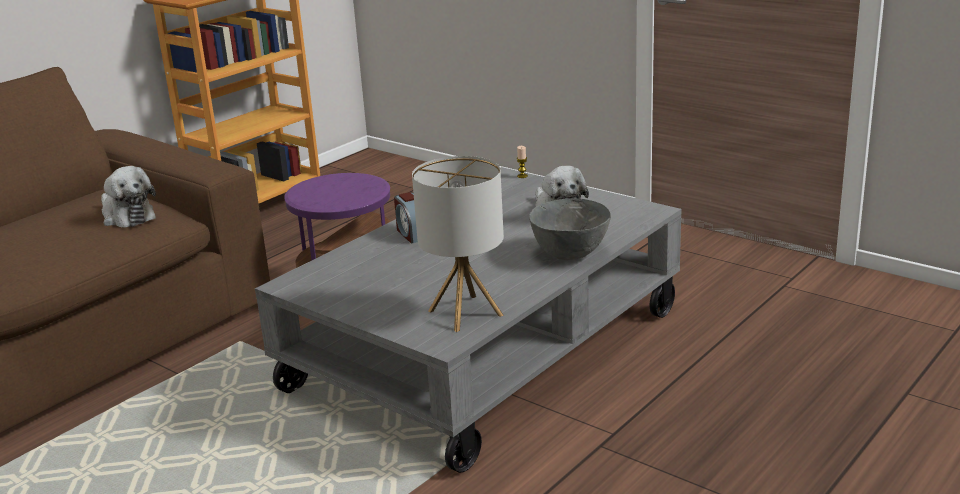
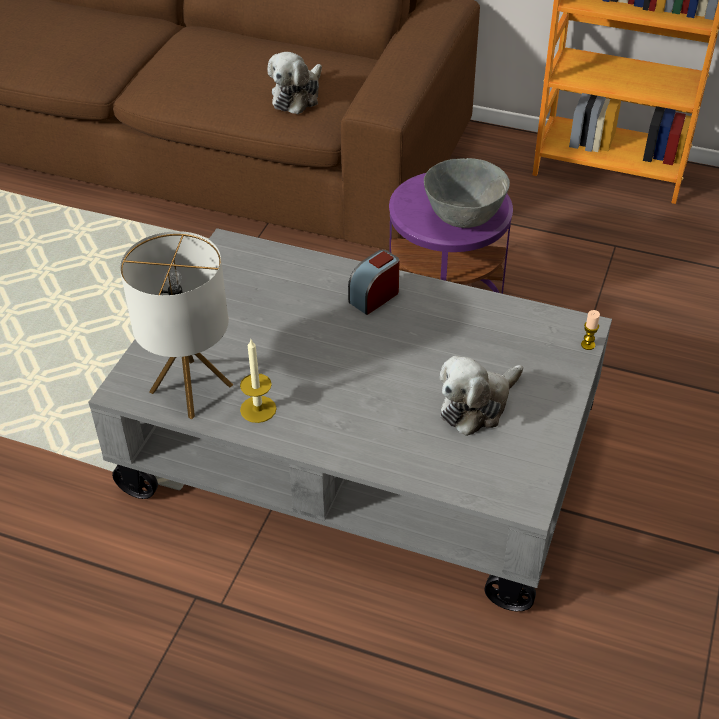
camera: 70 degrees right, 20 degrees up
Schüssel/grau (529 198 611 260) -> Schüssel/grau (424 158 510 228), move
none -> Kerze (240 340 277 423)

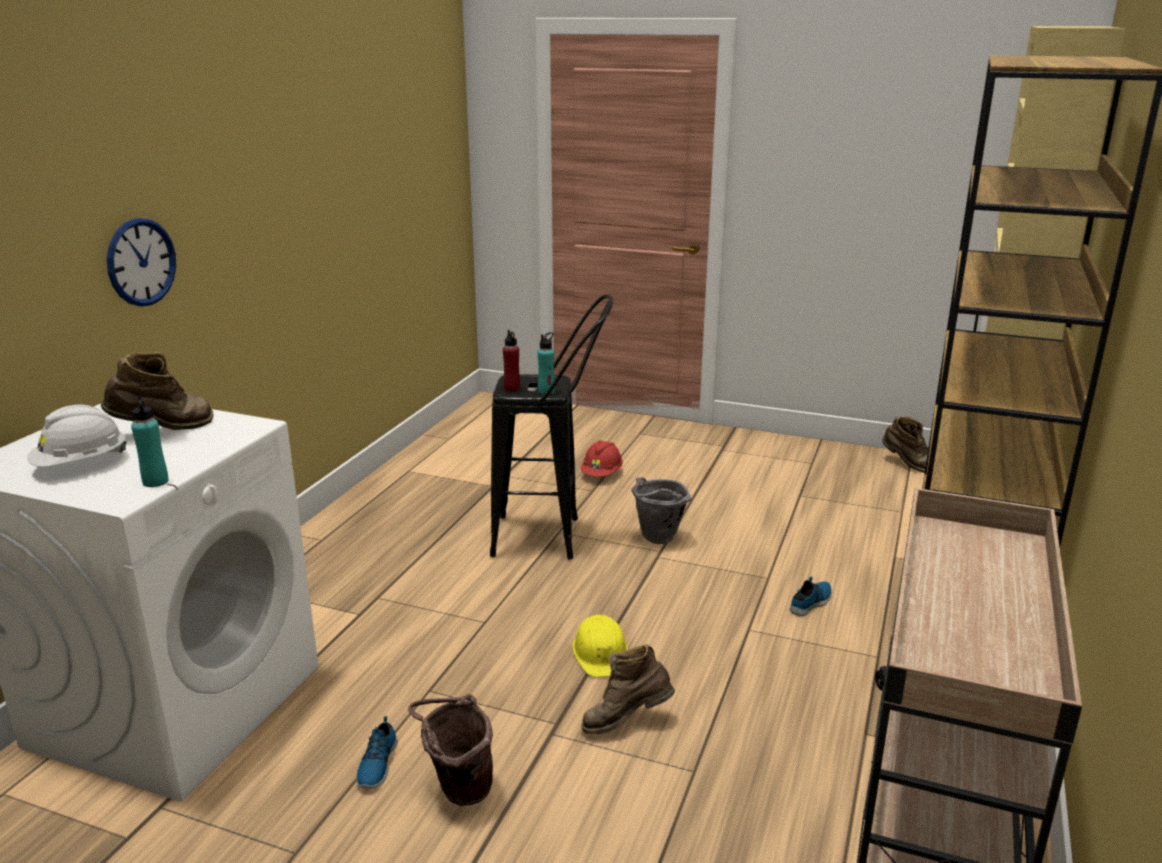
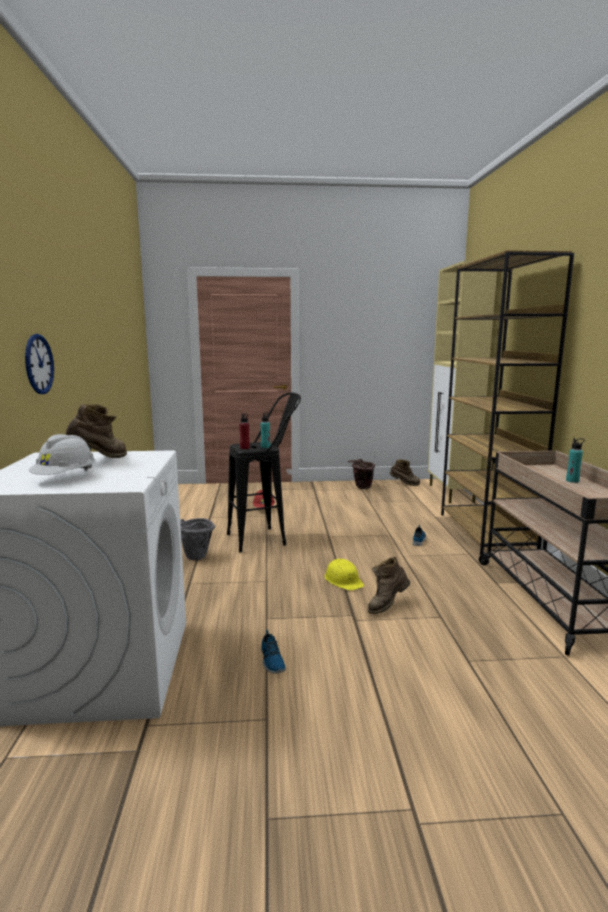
camera: 25 degrees left, 10 degrees down
Flasche/türkis (131 396 169 487) -> Flasche/türkis (566 438 585 483), move
Eimer/grau (631 477 691 544) -> Eimer/grau (180 518 215 560), move
Eimer/braun (408 694 493 806) -> Eimer/braun (348 459 375 489), move

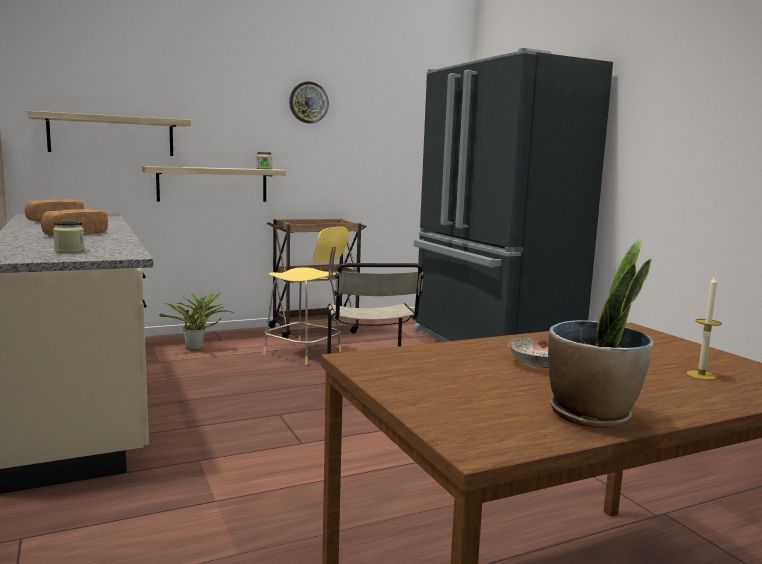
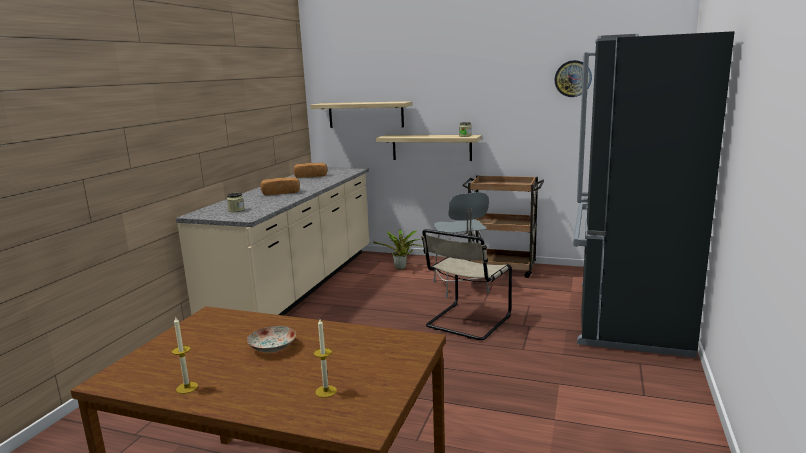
camera: 45 degrees right, 5 degrees up
Wanduhr (289 81 329 124) -> Wanduhr (555 60 592 97), move
Hocker/gelb (263 226 349 365) -> Hocker/grau (433 192 489 298)
Topfpflanze (548 238 653 429) -> Kerze (172 317 198 394)

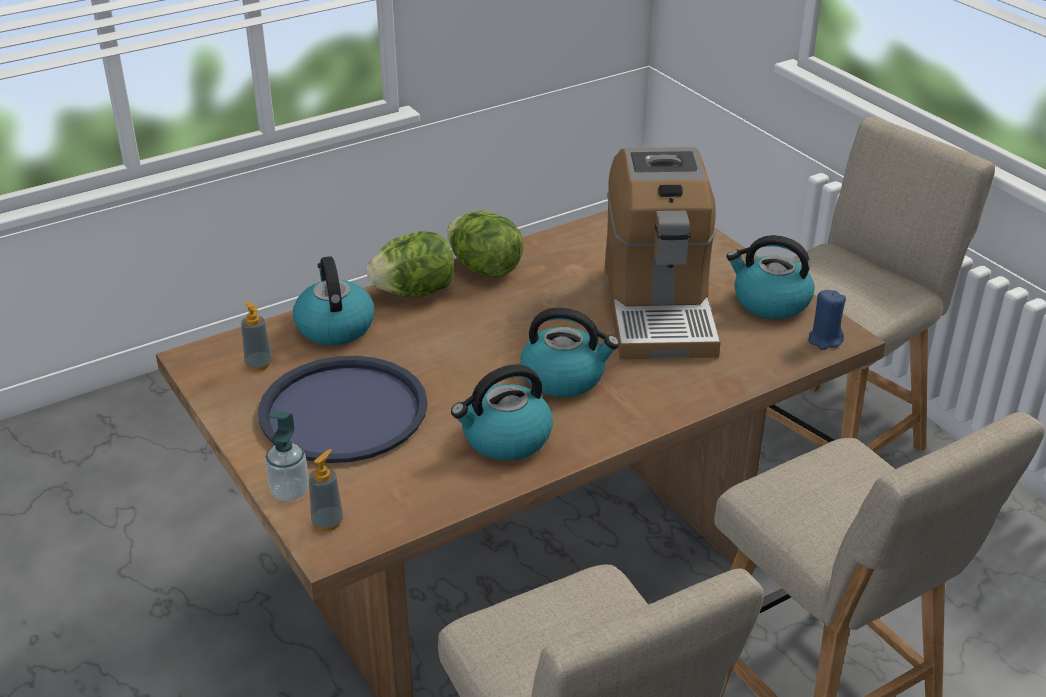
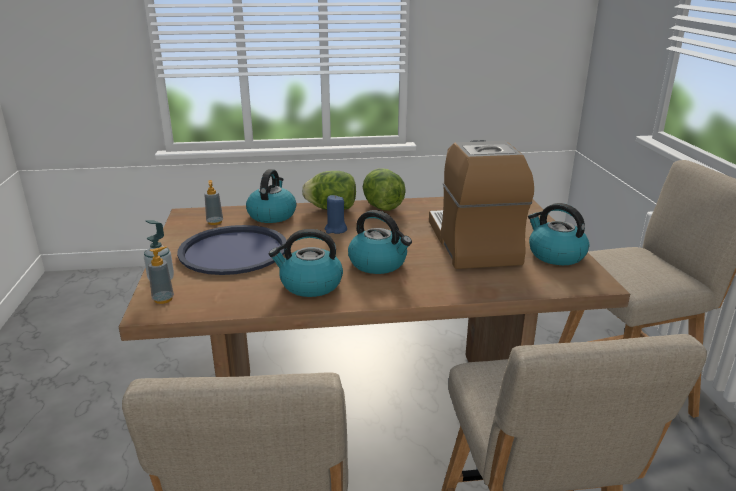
camera: 25 degrees right, 10 degrees down
Kaffeemaschine (605 147 721 359) -> Kaffeemaschine (429 140 534 269), 150 degrees clockwise
Kerze/blau (808 290 846 350) -> Kerze/blau (325 195 347 234), move

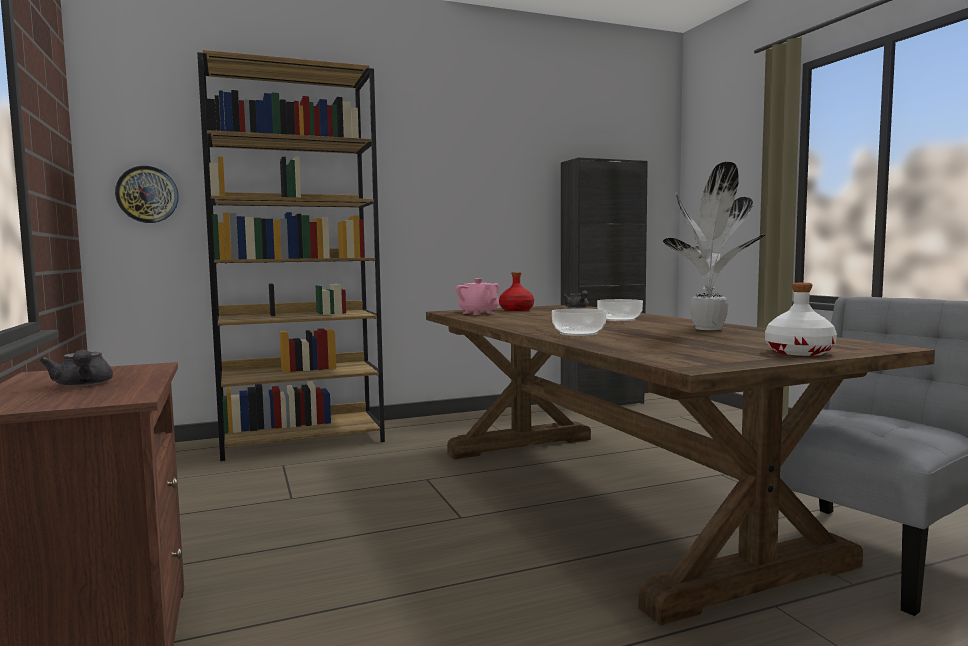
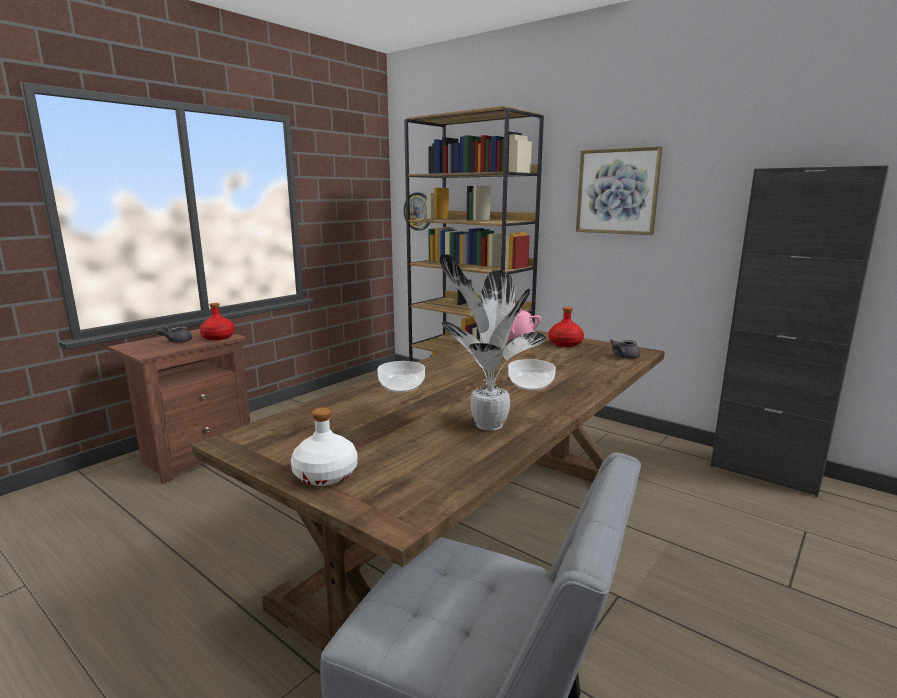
camera: 60 degrees right, 10 degrees up
none -> Bild (576 146 663 235)
none -> Flasche/rot (200 303 235 340)

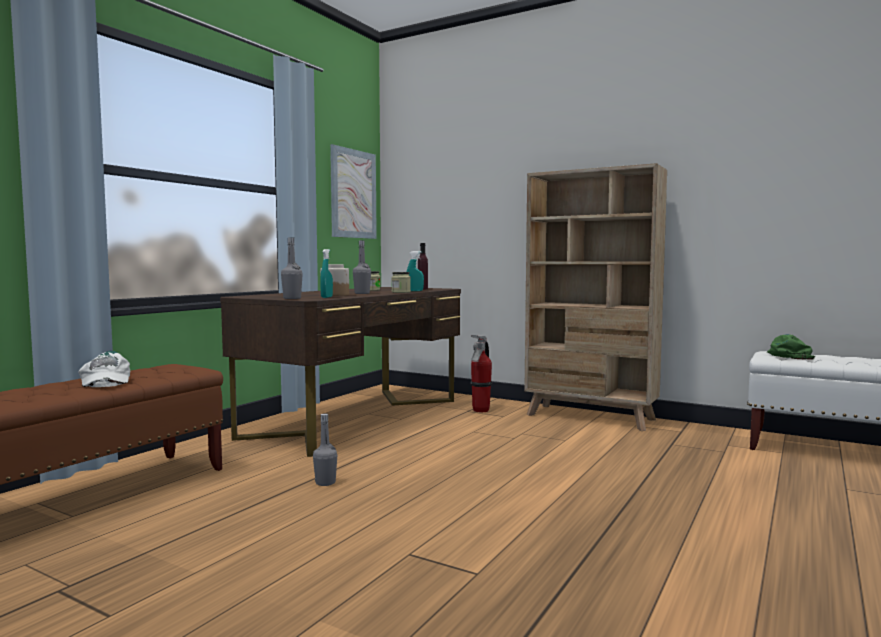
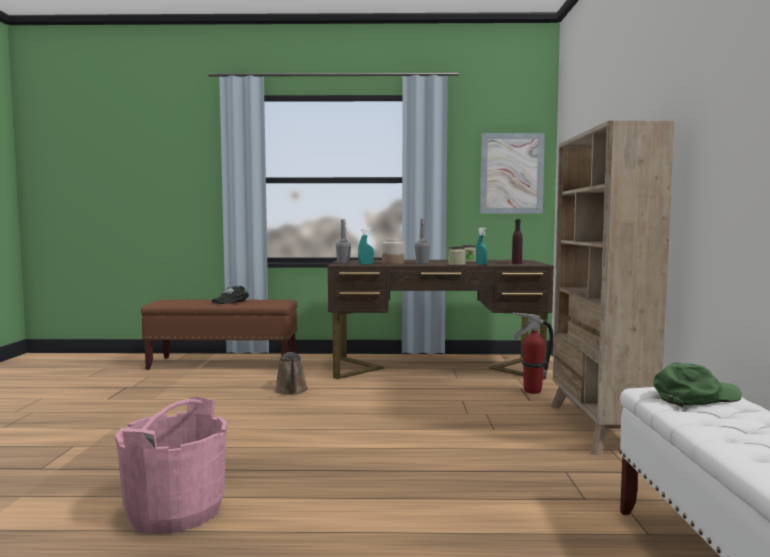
camera: 60 degrees right, 0 degrees up
Kappe/weiß (78 351 130 387) -> Kappe/schwarz (212 286 249 304)
Flasche/grau (313 414 337 486) -> Gießkanne/braun (275 352 308 395)
none -> Eimer/rosa (115 397 227 534)

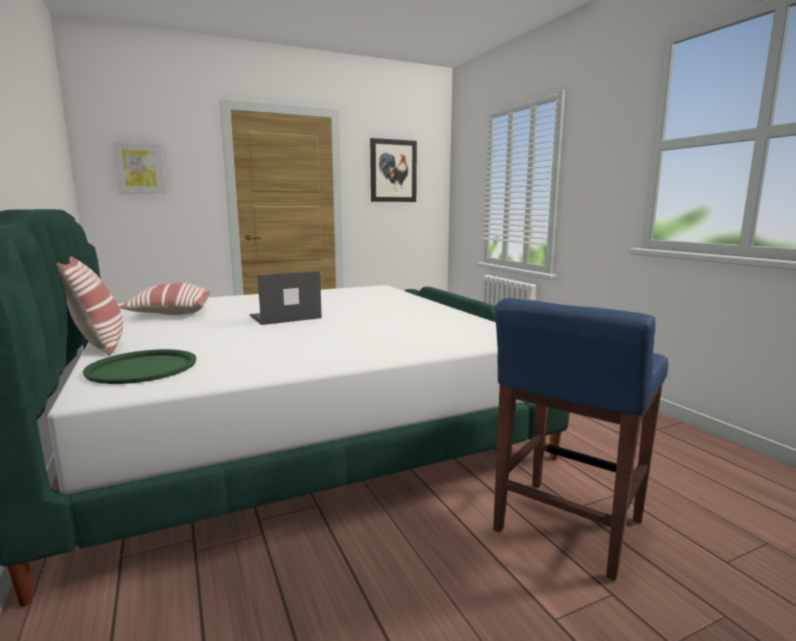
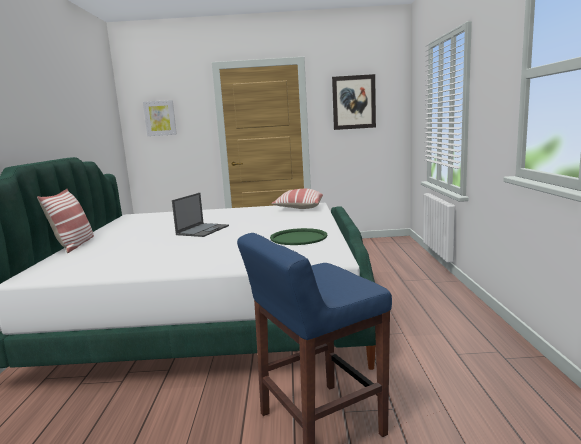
camera: 25 degrees right, 0 degrees up
Laptop (250 271 322 325) -> Laptop (172 193 229 237), 120 degrees clockwise
Kissen (119 283 210 315) -> Kissen (271 189 323 209), move
Tablett/grün (83 349 196 384) -> Tablett/grün (270 228 327 245), move

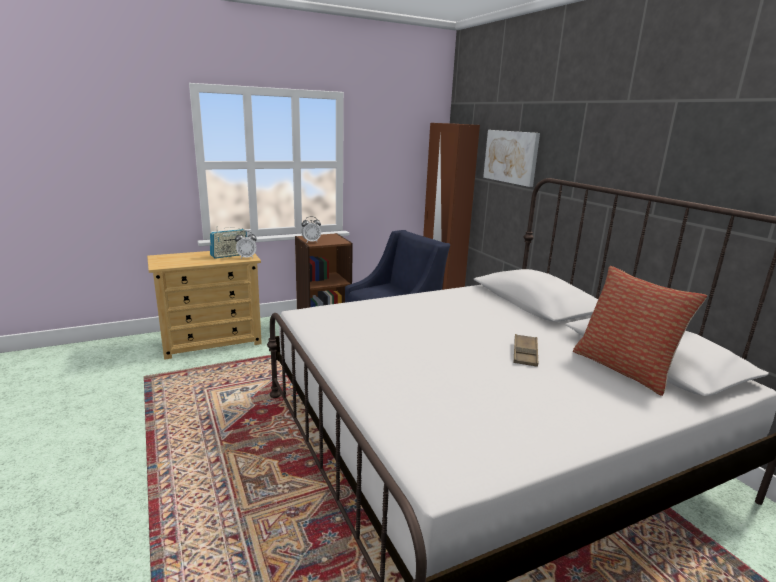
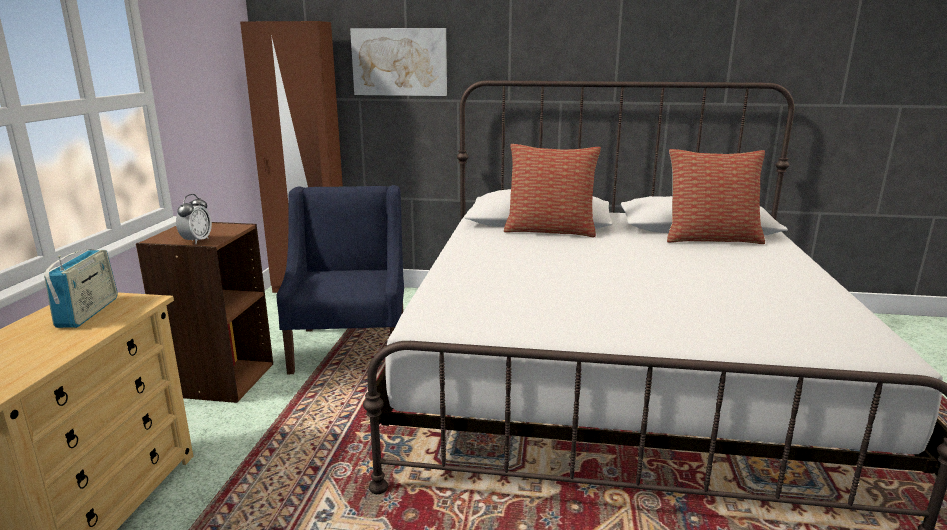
camera: 55 degrees left, 0 degrees up
Wecker (235 231 257 259) -> none
Tablett/braun (513 334 538 367) -> none
none -> Kissen (504 144 601 237)

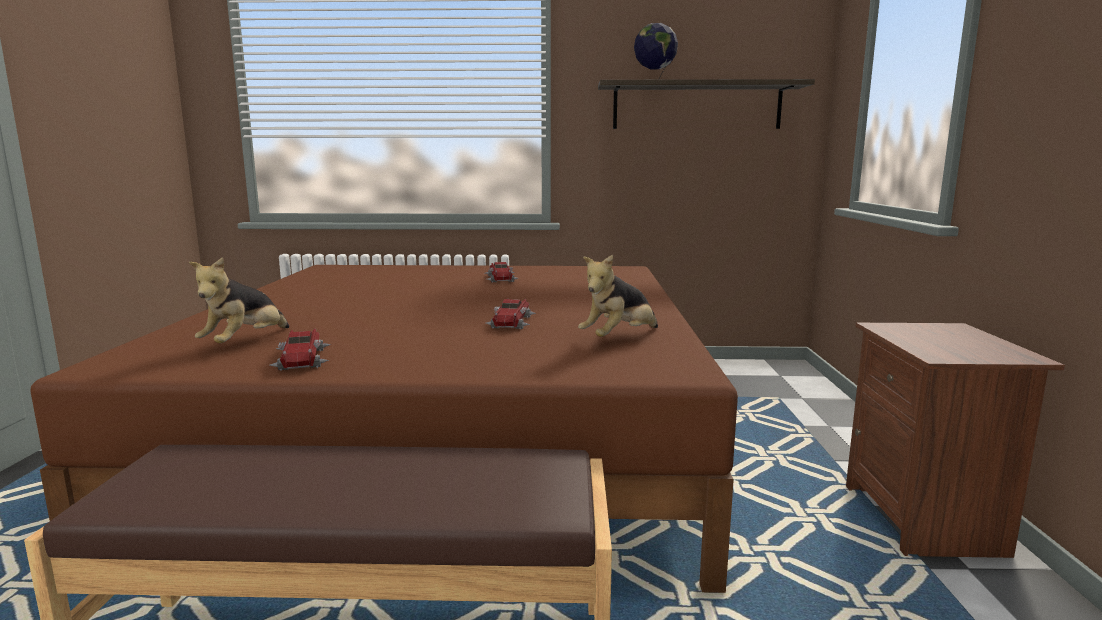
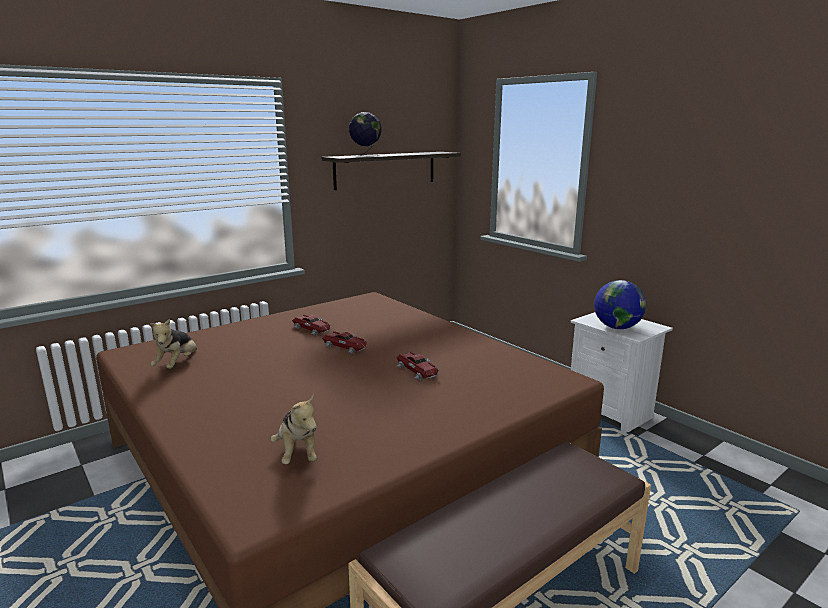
camera: 40 degrees left, 5 degrees up
Plüschtier (578 254 658 337) -> Plüschtier (150 319 197 369), move
Nachttisch/braun (846 323 1065 558) -> Nachttisch/weiß (571 312 673 435)
Spielzeugauto (270 328 331 371) -> Spielzeugauto (322 331 367 354), move
none -> Globus (594 280 646 329)

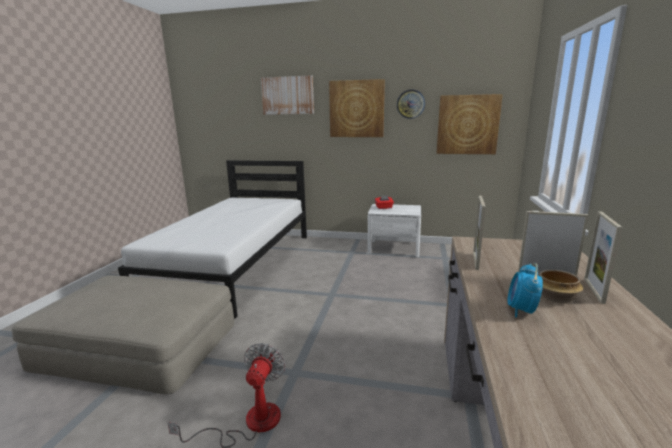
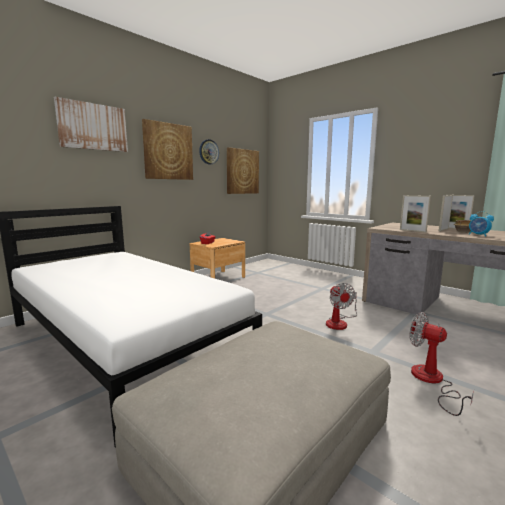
camera: 60 degrees left, 5 degrees down
Nachttisch/weiß (368 204 421 258) -> Nachttisch/braun (189 238 245 279)
none -> Ventilator (326 283 357 330)

